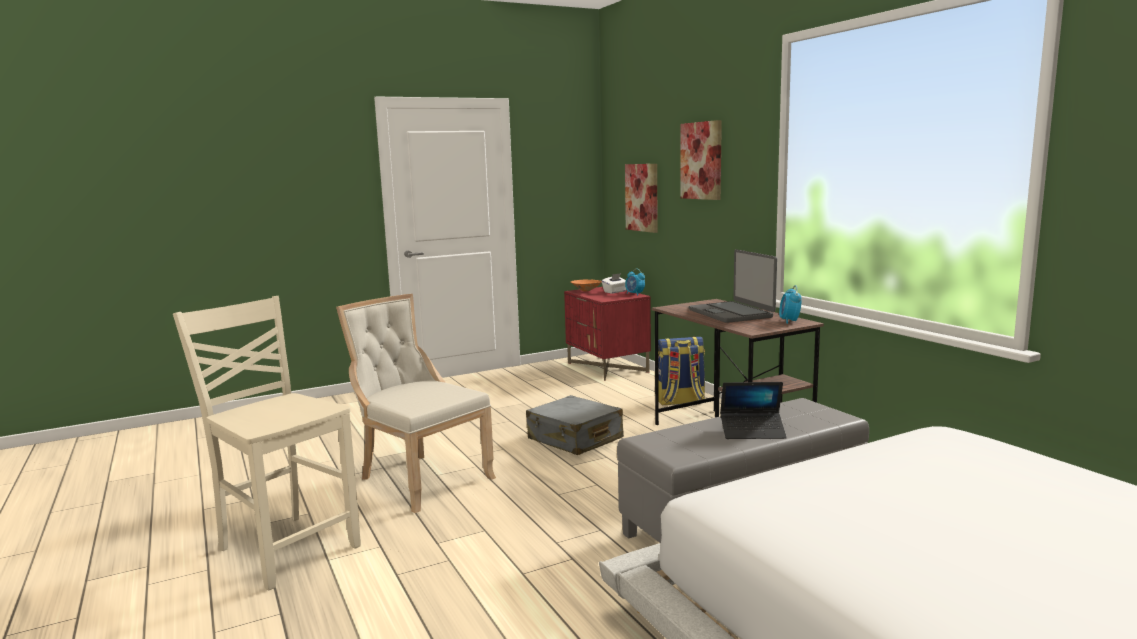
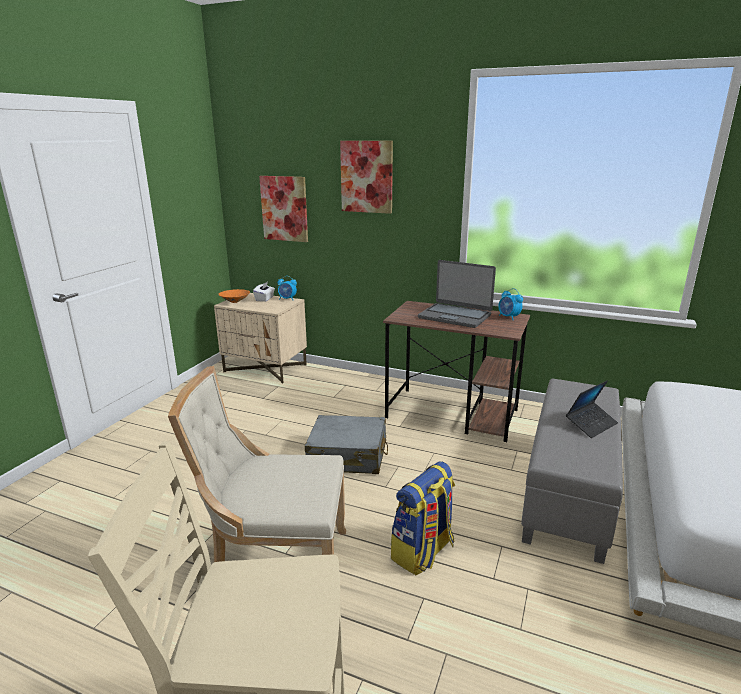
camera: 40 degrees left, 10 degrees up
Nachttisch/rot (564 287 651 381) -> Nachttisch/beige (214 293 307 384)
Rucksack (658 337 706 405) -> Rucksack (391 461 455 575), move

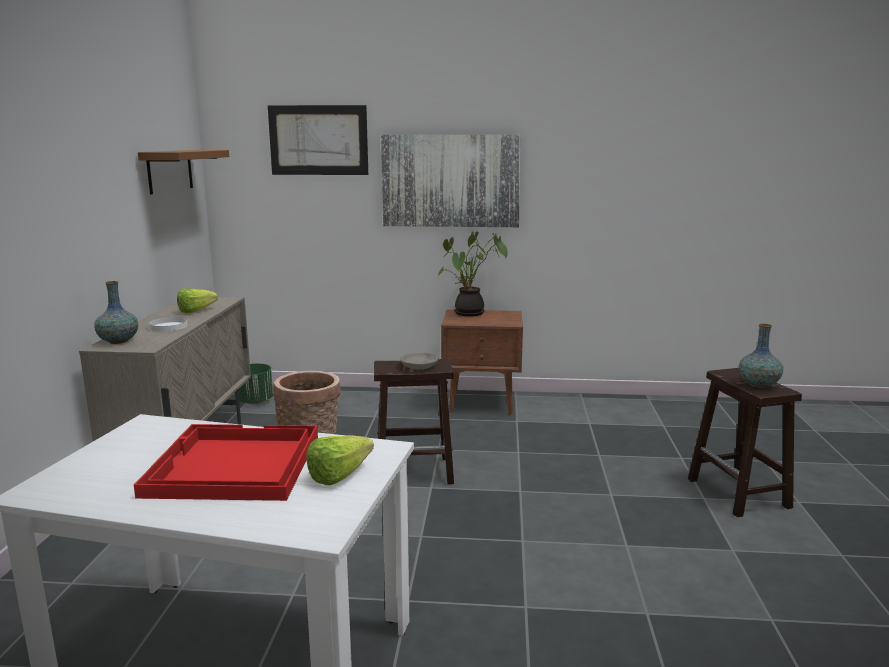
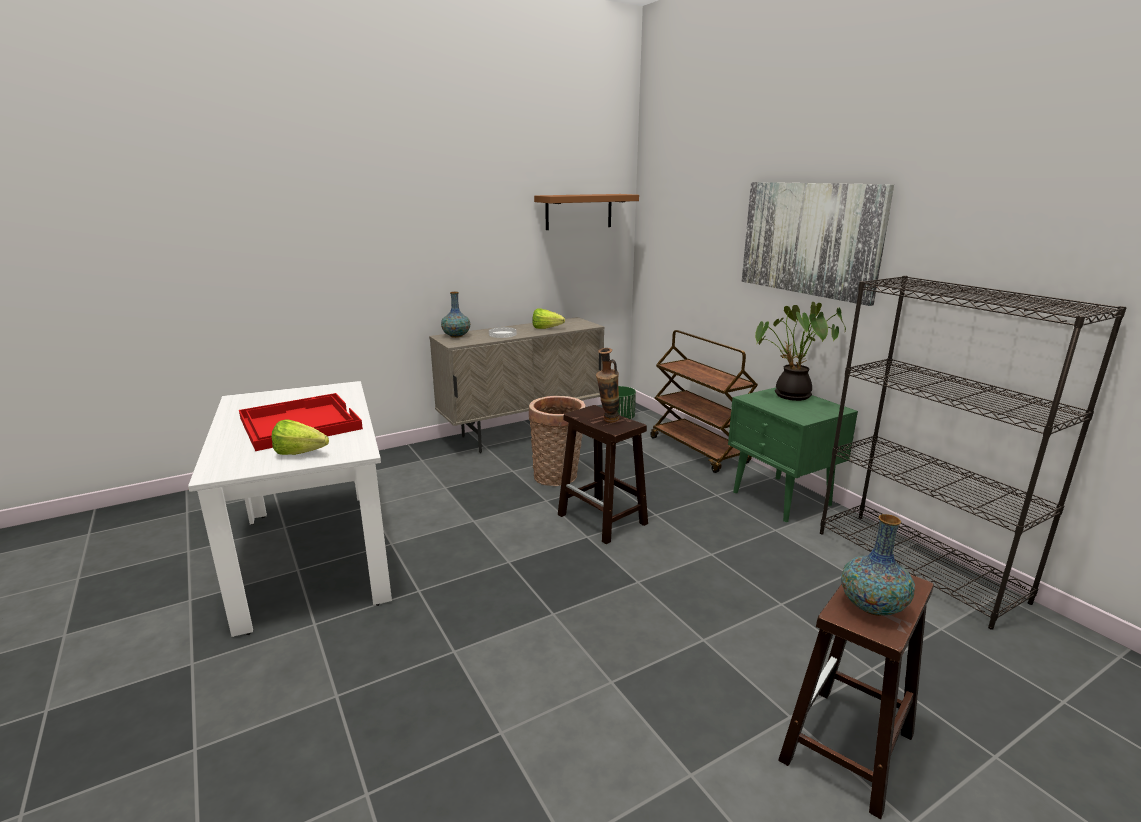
camera: 55 degrees right, 5 degrees up
Bild (268 105 368 175) -> none
Nachttisch/braun (441 309 523 414) -> Nachttisch/grün (728 387 858 522)
Schüssel/grau (400 352 439 369) -> Vase (596 348 620 423)
none -> Bücherregal/schwarz (820 276 1127 630)
none -> Rollwagen/braun (650 330 758 473)

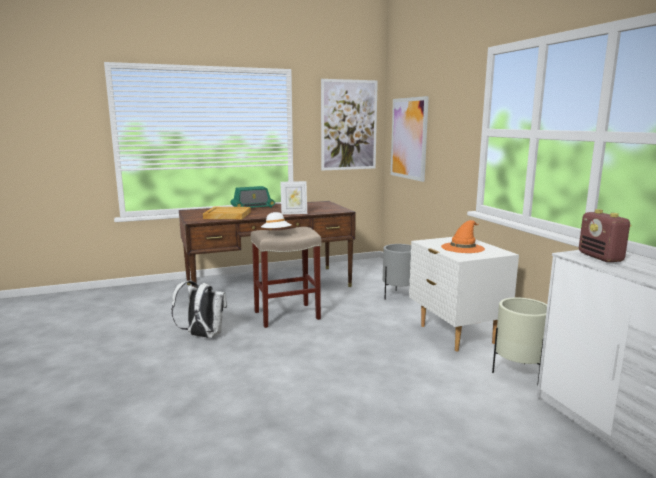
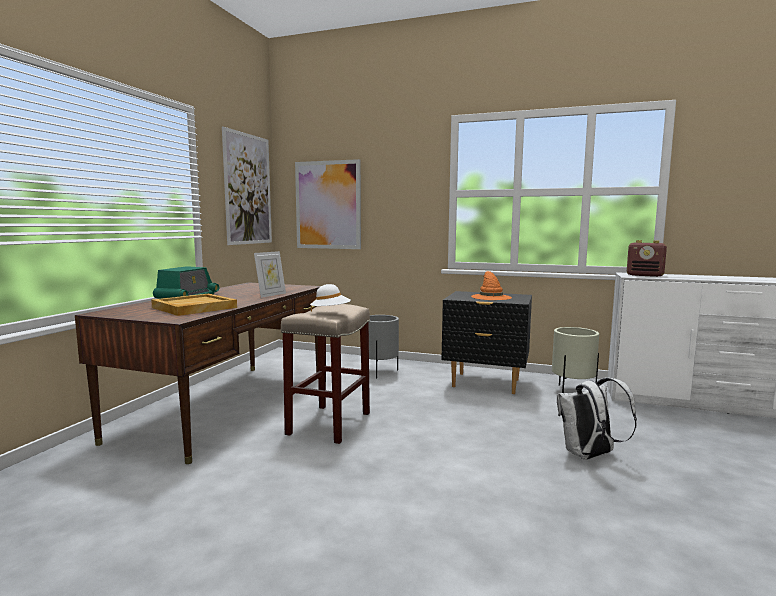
camera: 50 degrees left, 5 degrees down
Nachttisch/weiß (409 237 519 351) -> Nachttisch/schwarz (442 291 532 394)
Rucksack/weiß (171 281 227 338) -> Rucksack/weiß (557 378 637 460), move

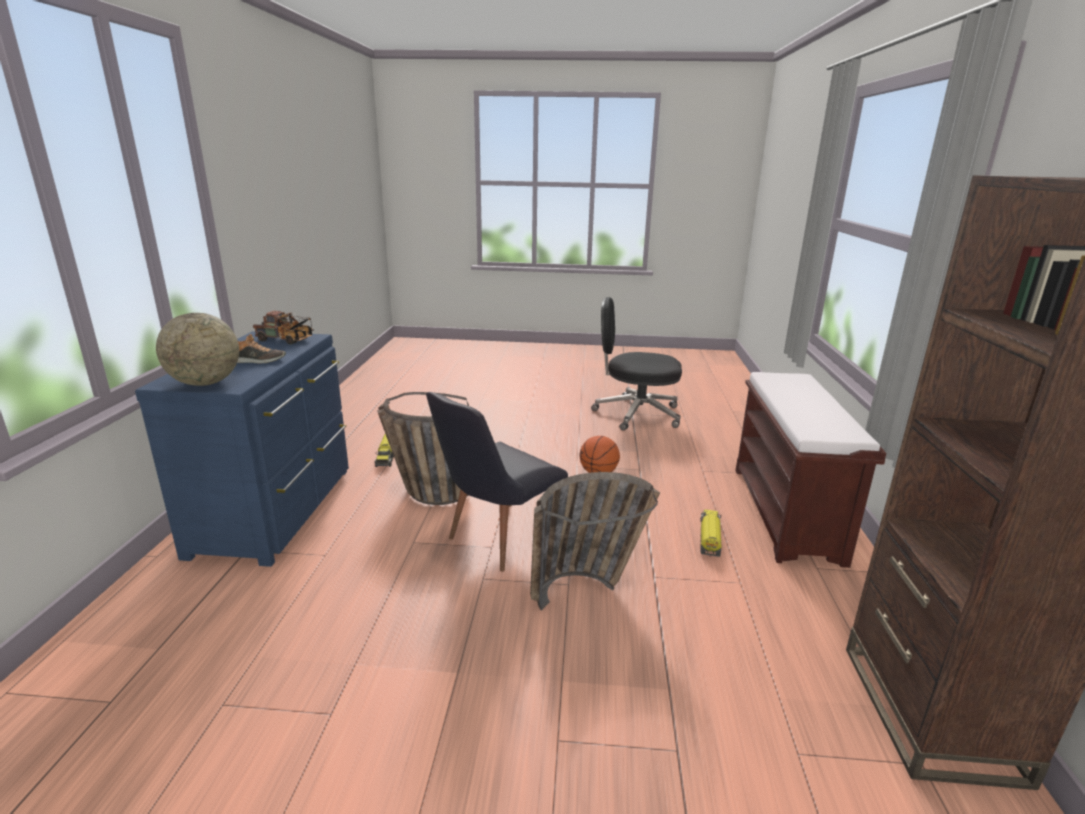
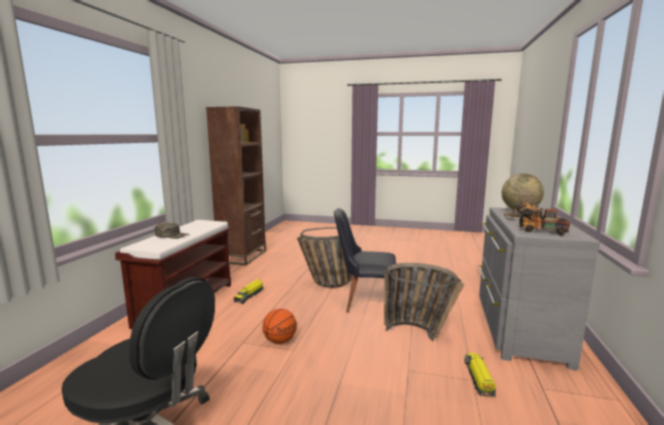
camera: 170 degrees left, 10 degrees down
Kommode/blau (135 331 349 567) -> Kommode/grau (478 207 600 370)
Stuhl/schwarz (426 392 568 572) -> Stuhl/schwarz (334 208 396 313), 135 degrees counterclockwise
none -> Kappe/grün (155 222 189 239)

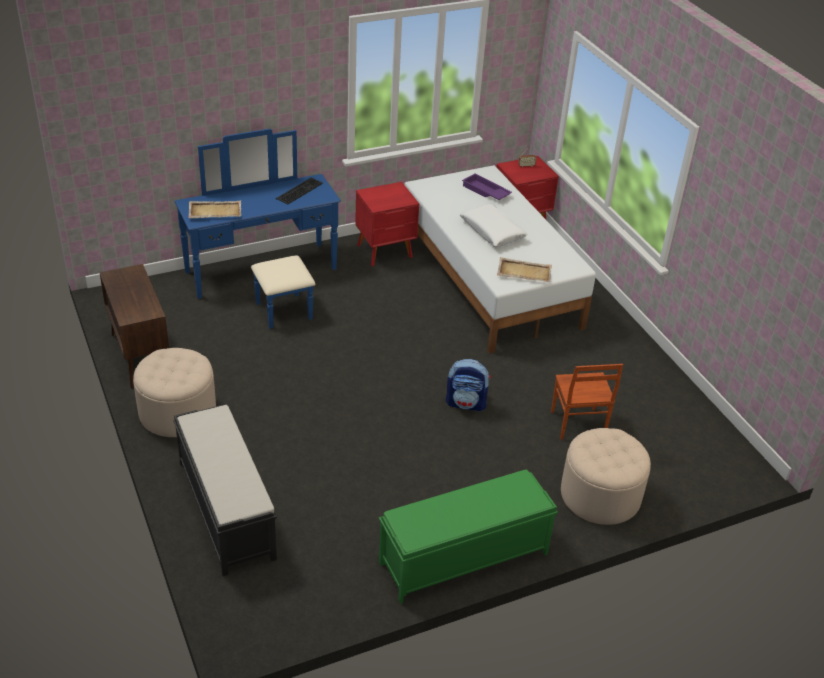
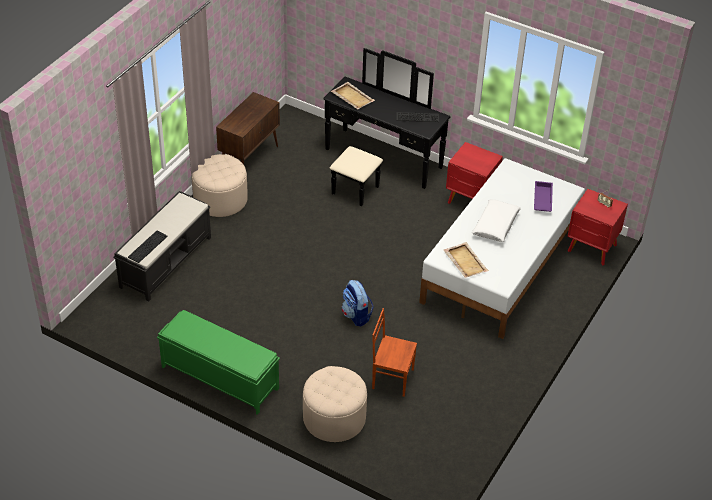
camera: 55 degrees right, 5 degrees up
Kommode/blau (175 129 341 329) -> Kommode/schwarz (323 48 450 206)
Stuhl/braun (551 364 623 440) -> Stuhl/braun (372 308 417 397), 60 degrees clockwise
none -> Tastatur (128 231 168 263)

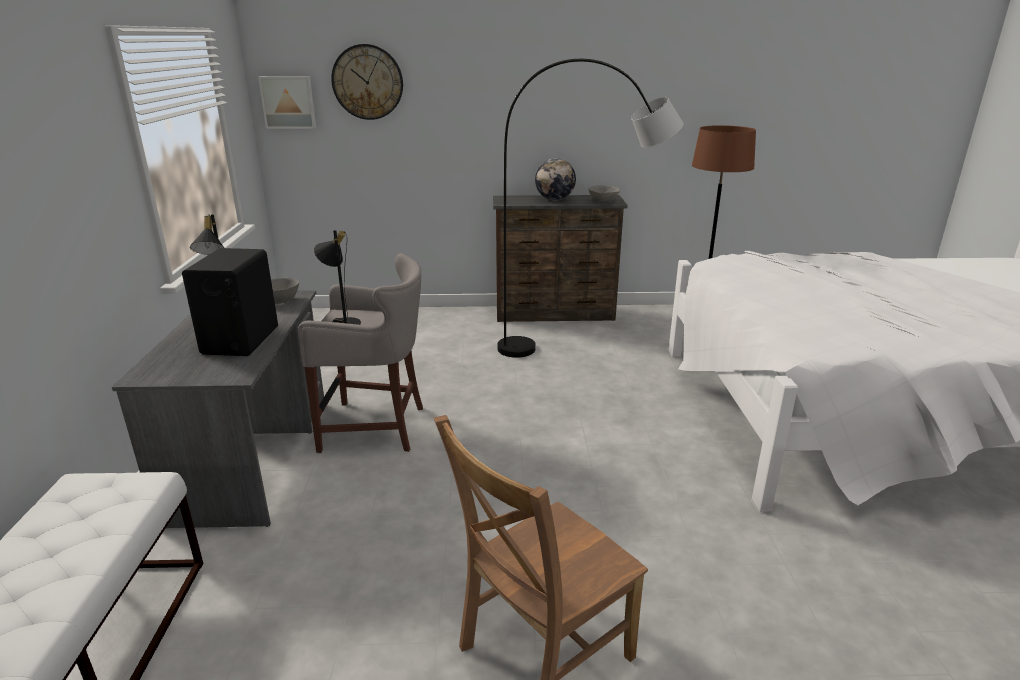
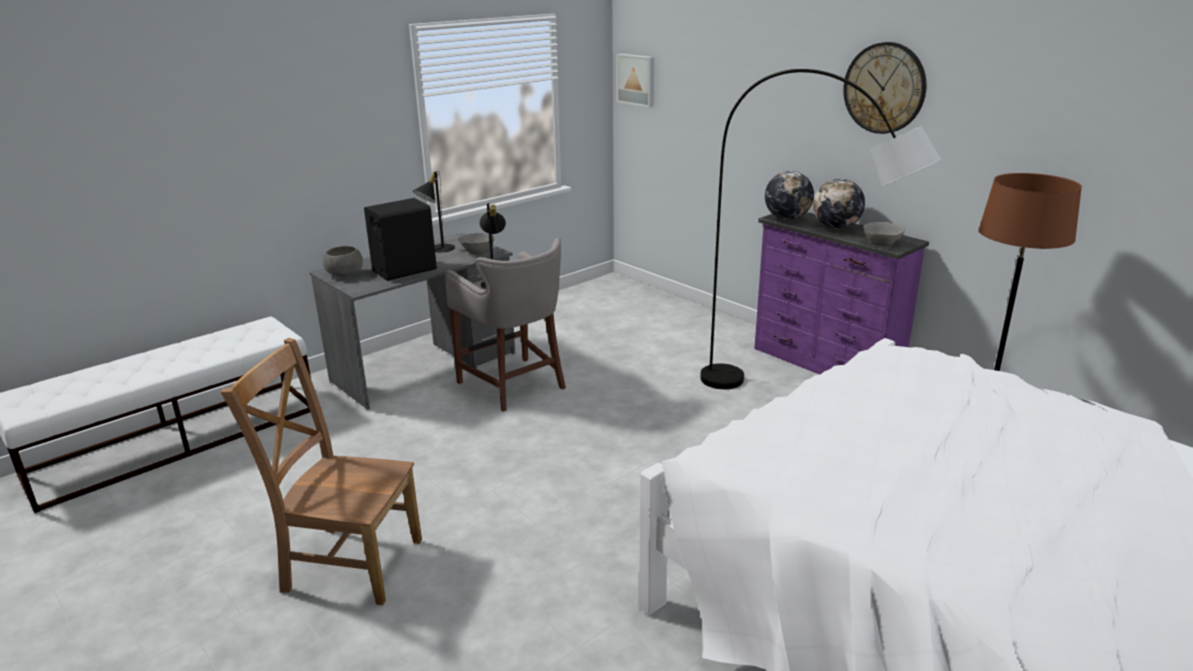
camera: 50 degrees right, 0 degrees up
Wanduhr (331 44 403 120) -> Wanduhr (843 42 927 134), move
Kommode/braun (493 195 628 322) -> Kommode/lila (754 212 929 375)
none -> Globus (765 171 814 220)
none -> Schüssel/grau (323 246 363 277)

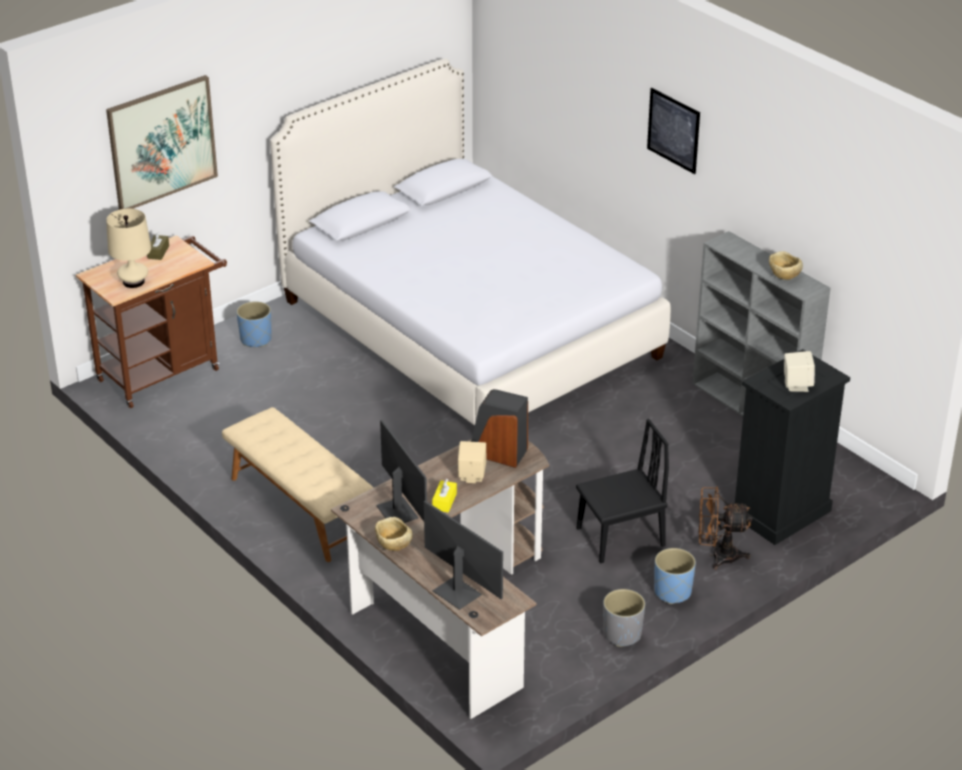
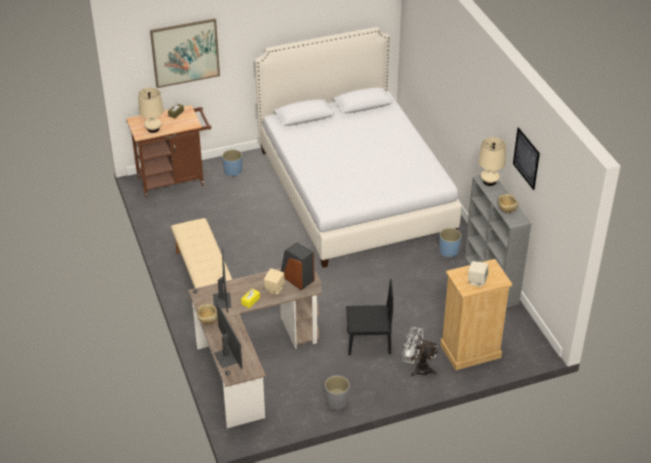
camera: 20 degrees right, 5 degrees up
Bild (647 88 700 174) -> Bild (513 127 540 190), move
Kommode/schwarz (734 349 850 545) -> Kommode/beige (440 259 512 370)
Ventilator/braun (699 486 752 570) -> Ventilator/weiß (402 327 438 377)
Pflanzkübel/blau (654 548 696 604) -> Pflanzkübel/blau (439 228 461 257), move
none -> Tischlampe/beige (478 137 506 186)

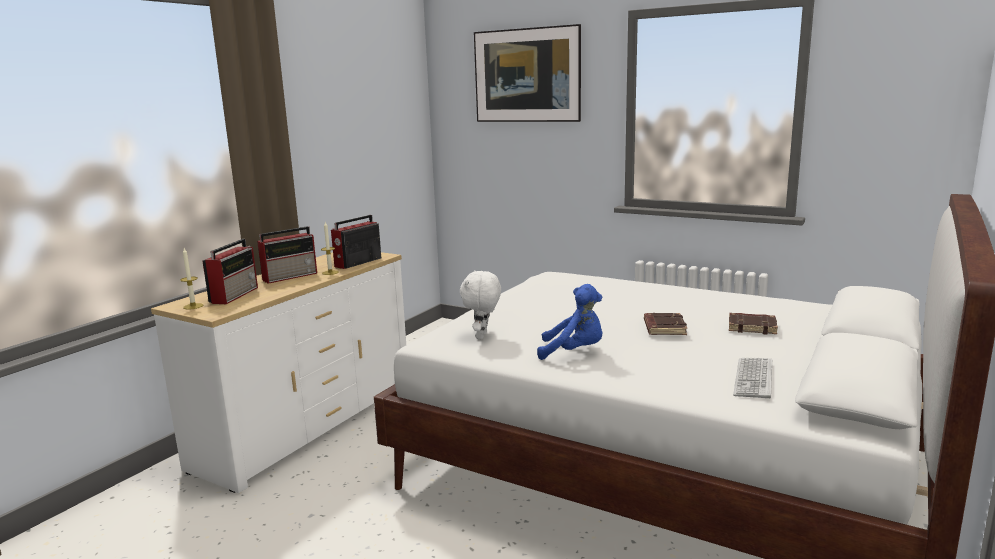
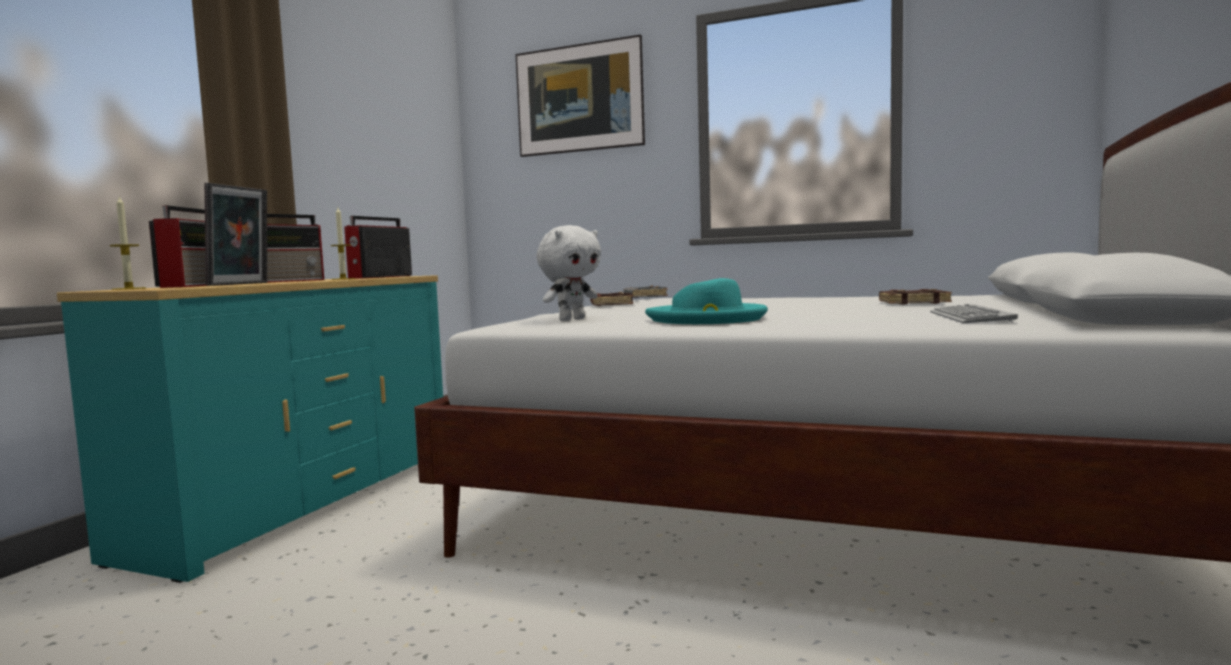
camera: 10 degrees left, 10 degrees down
Kommode/weiß (151 252 406 493) -> Kommode/türkis (57 275 443 583)
Plüschtier/weiß (460 271 501 339) -> Plüschtier/weiß (536 225 601 321), 135 degrees counterclockwise
Plüschtier/blau (537 284 603 360) -> Hut/türkis (645 278 768 324)
Buch/braun (644 313 687 335) -> Buch/braun (590 292 633 306), move
none -> Bilderrahmen (204 183 267 286)
none -> Buch/grau (623 285 668 298)

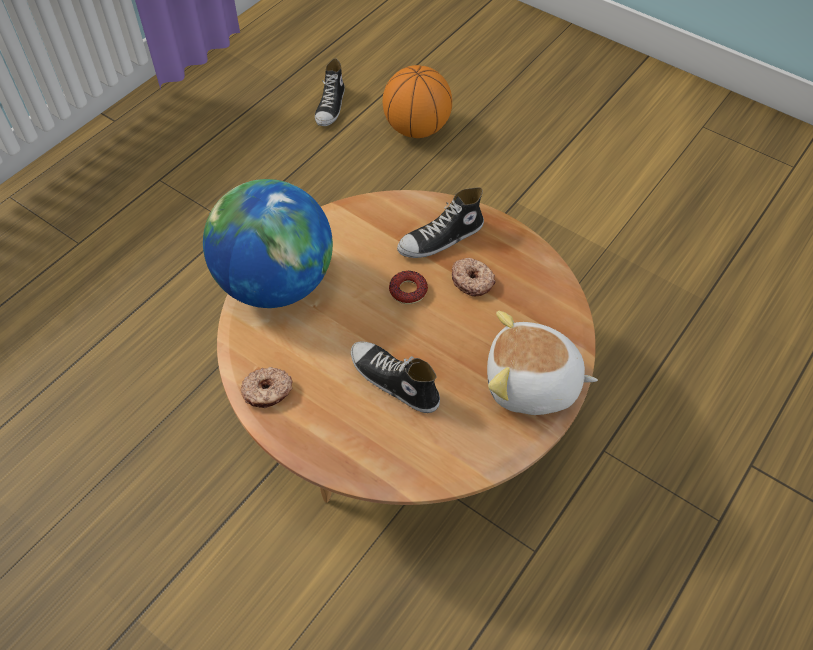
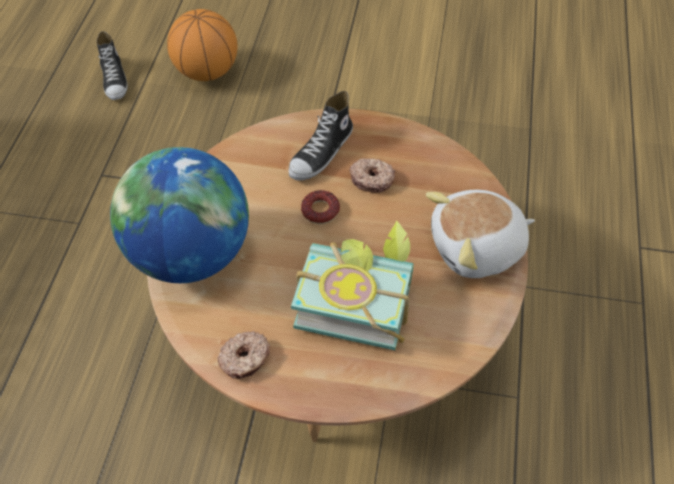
camera: 25 degrees left, 0 degrees up
Schuh (351 342 440 413) -> Buch (291 220 414 350)

